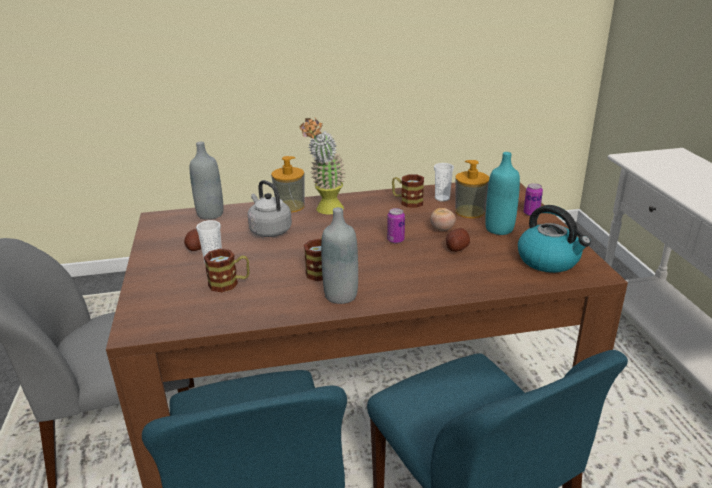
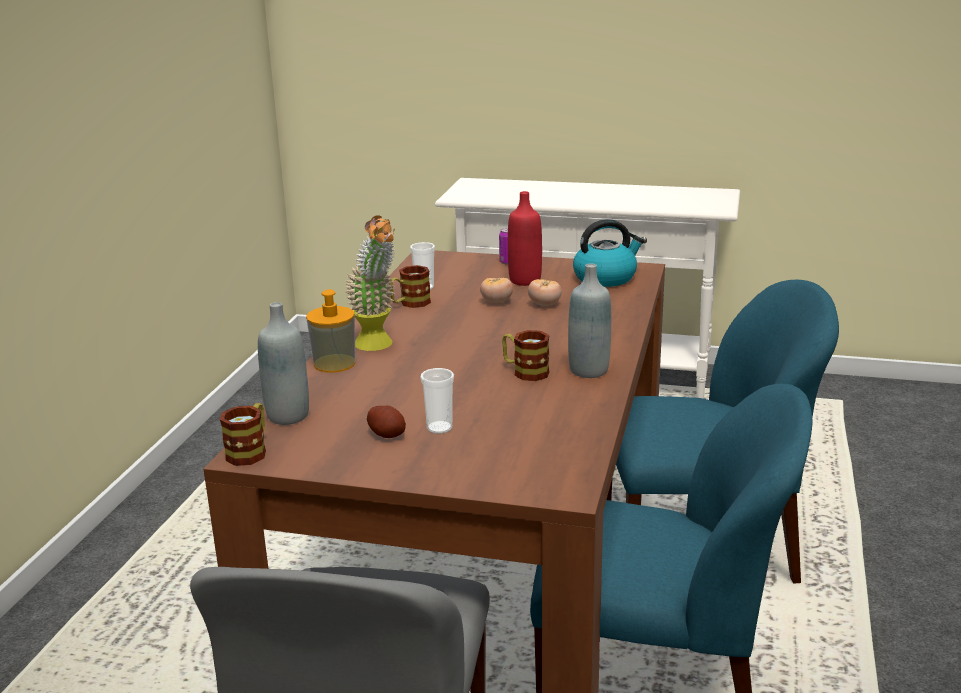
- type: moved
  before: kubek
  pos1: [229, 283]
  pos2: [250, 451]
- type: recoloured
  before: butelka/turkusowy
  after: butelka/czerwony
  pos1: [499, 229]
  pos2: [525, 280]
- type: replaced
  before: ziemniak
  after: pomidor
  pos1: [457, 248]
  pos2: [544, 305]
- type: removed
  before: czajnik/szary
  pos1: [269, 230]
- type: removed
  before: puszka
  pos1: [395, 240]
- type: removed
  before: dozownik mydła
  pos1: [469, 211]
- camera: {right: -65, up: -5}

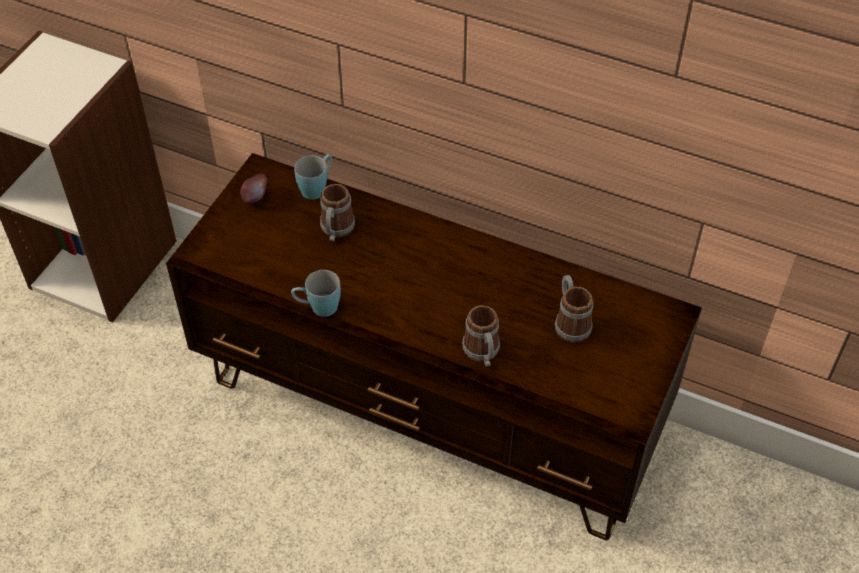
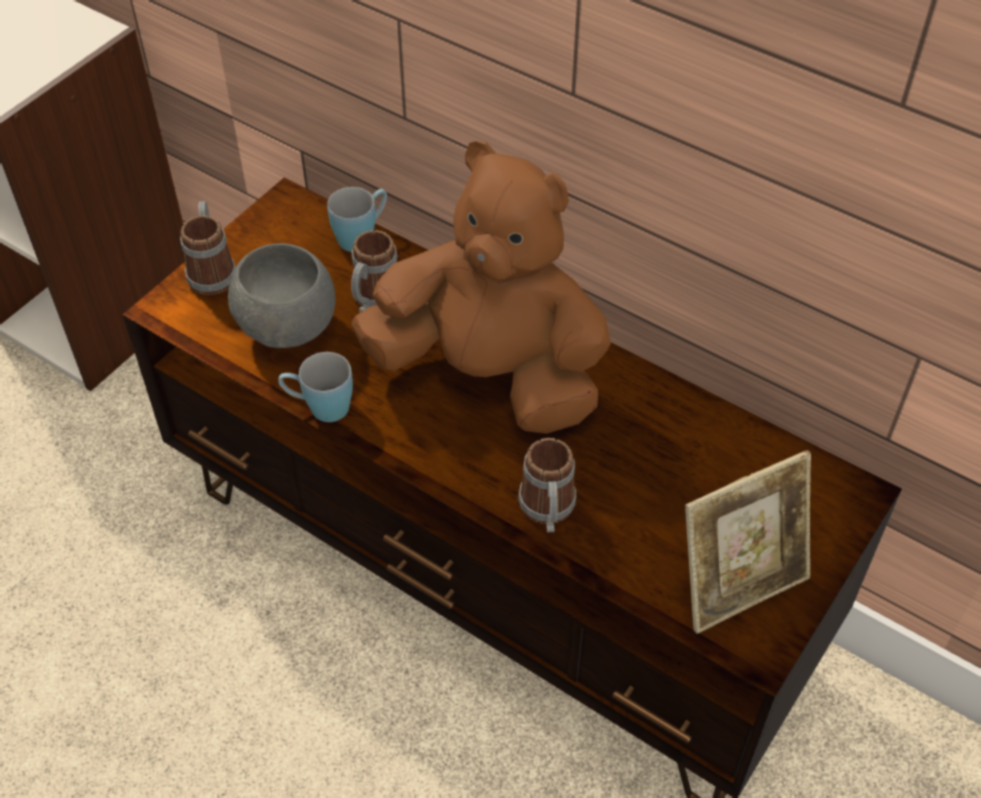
- type: moved
  before: kubek
  pos1: [570, 322]
  pos2: [212, 270]
- type: added
  after: miska/szary
  pos2: [286, 328]
- type: added
  after: pluszak/brązowy
  pos2: [490, 374]
- type: added
  after: ramka na zdjęcie
  pos2: [739, 585]
- type: removed
  before: jabłko
  pos1: [255, 198]
- camera: {right: 10, up: 0}

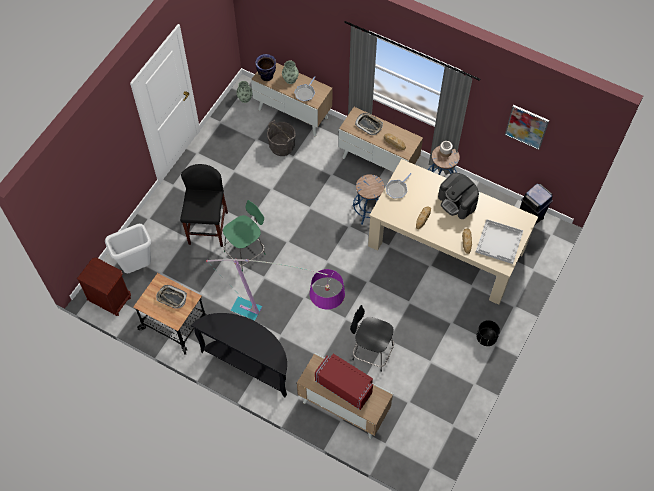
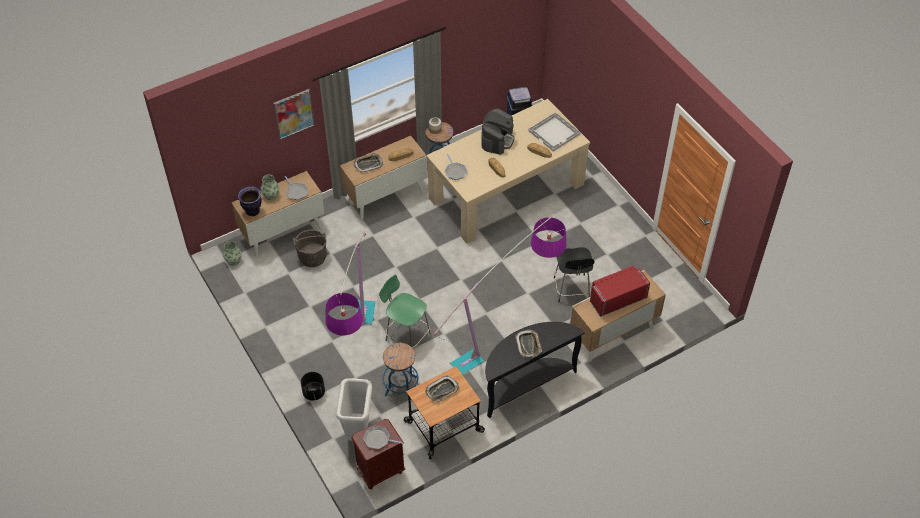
- type: moved
  before: obraz
  pos1: [526, 126]
  pos2: [293, 113]
- type: moved
  before: donica/czarny
  pos1: [486, 337]
  pos2: [313, 393]
- type: replaced
  before: stołek/czarny
  after: lampa stojąca
  pos1: [208, 228]
  pos2: [358, 354]
- type: added
  after: patelnia
  pos2: [378, 439]
- type: turned
  before: krzesło/zielony
  pos1: [246, 252]
  pos2: [406, 336]
  turn: -45
- type: moved
  before: stołek/niebieski
  pos1: [368, 211]
  pos2: [401, 386]
- type: turned
  before: ekspres do kawy
  pos1: [457, 202]
  pos2: [497, 140]
  turn: -60
- type: added
  after: taca
  pos2: [528, 345]
- type: turned
  before: krzesło/czarny
  pos1: [371, 351]
  pos2: [571, 290]
  turn: -60
- camera: {right: -60, up: -10}

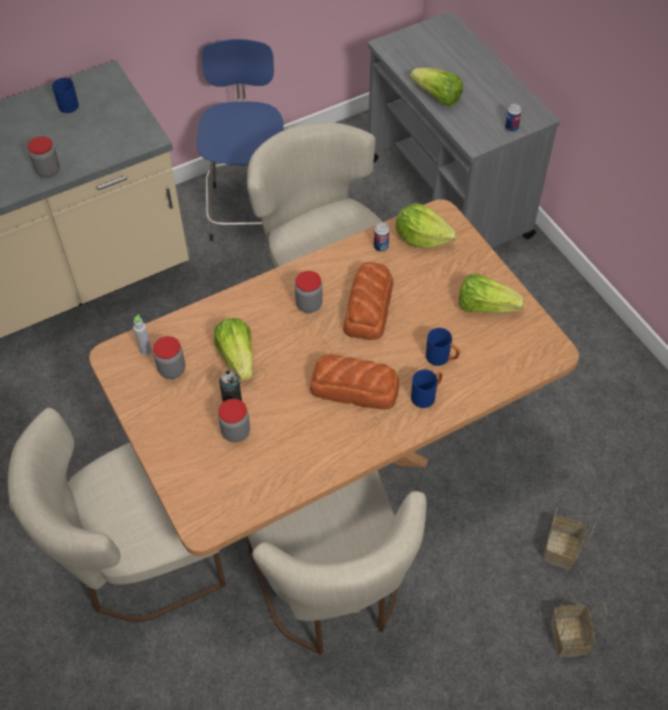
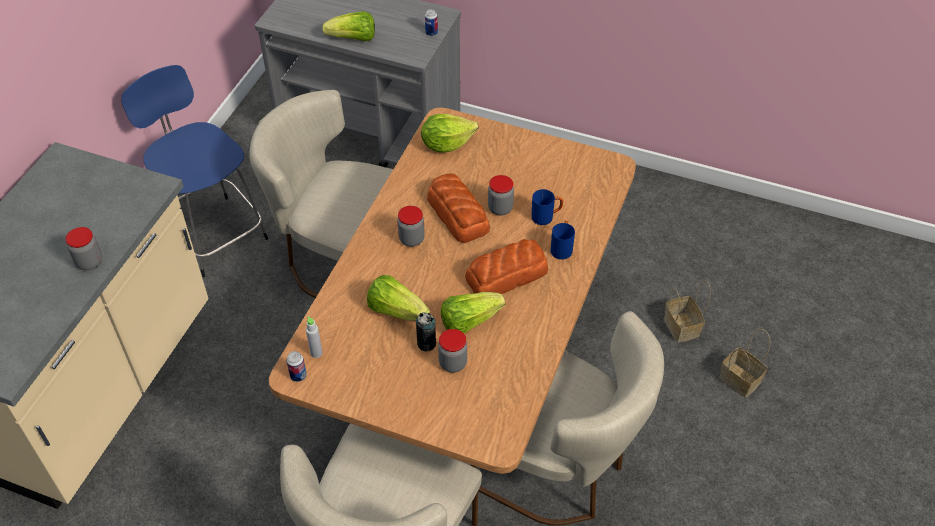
- type: moved
  before: puszka
  pos1: [381, 247]
  pos2: [298, 375]
- type: moved
  before: sałata
  pos1: [485, 306]
  pos2: [469, 321]
- type: moved
  before: słoik
  pos1: [172, 370]
  pos2: [500, 208]
- type: removed
  before: kubek/niebieski
  pos1: [70, 103]
- camera: {right: -40, up: -5}

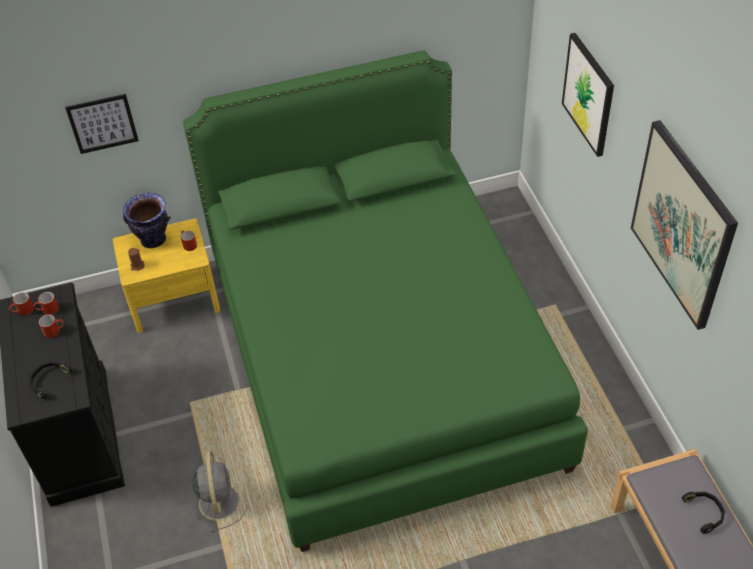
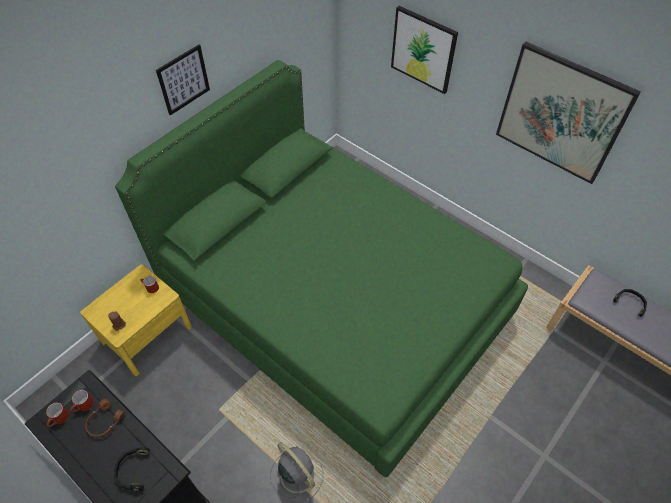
- type: replaced
  before: kubek/czerwony
  after: słuchawki/brązowy
  pos1: [55, 330]
  pos2: [104, 421]
- type: moved
  before: obraz
  pos1: [102, 123]
  pos2: [183, 80]
- type: removed
  before: wazon
  pos1: [153, 240]
- camera: {right: -35, up: 5}

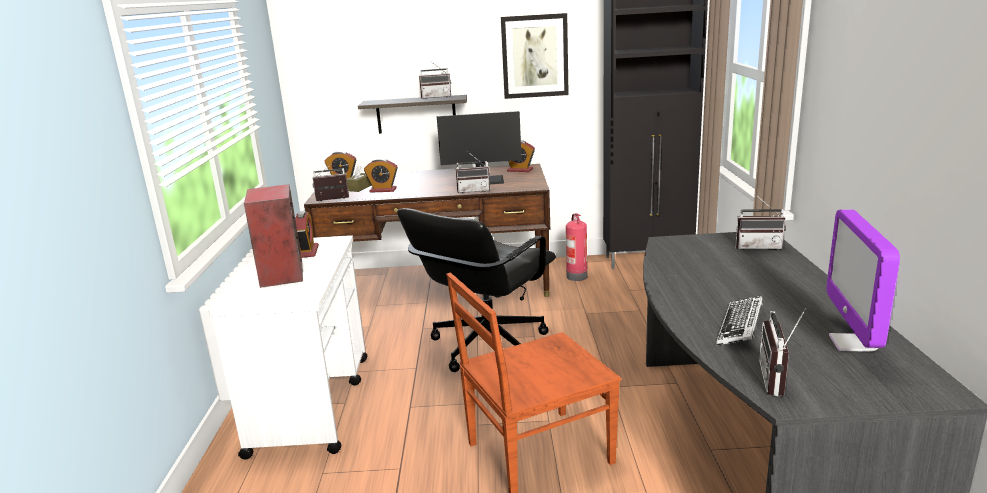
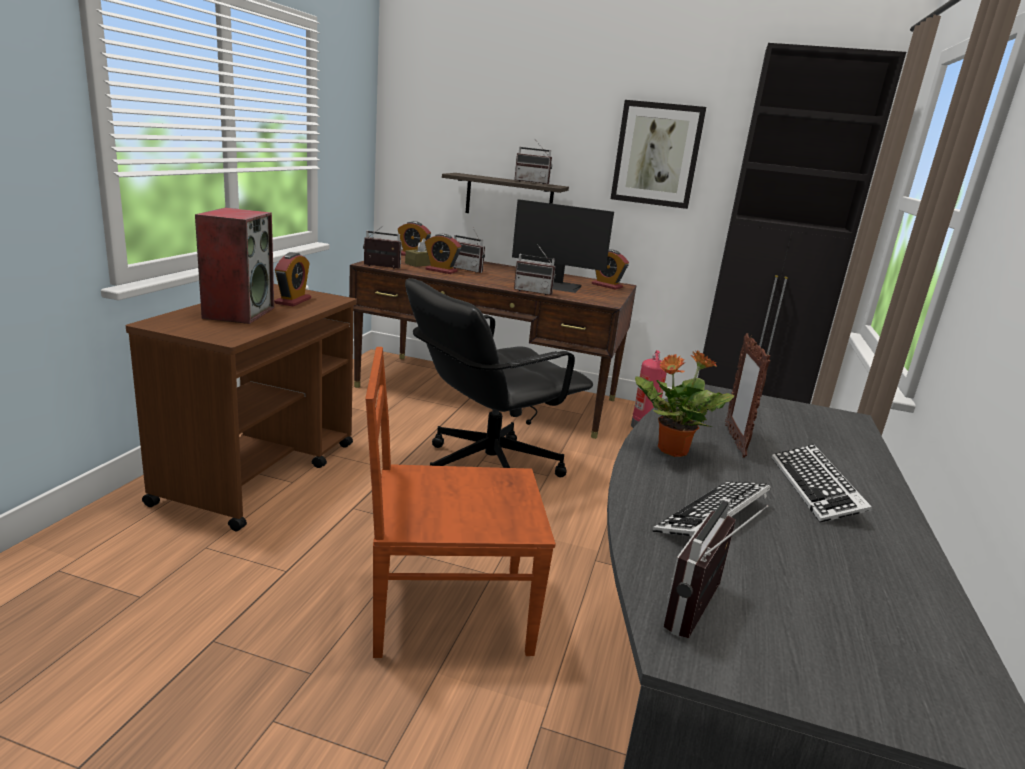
- type: recoloured
  before: wózek/biały
  after: wózek/brązowy
  pos1: [312, 403]
  pos2: [261, 472]
- type: moved
  before: radio
  pos1: [758, 246]
  pos2: [468, 269]
- type: added
  after: roślina doniczkowa
  pos2: [671, 450]
- type: added
  after: ramka na zdjęcie
  pos2: [735, 441]
- type: added
  after: klawiatura
  pos2: [815, 489]
- type: removed
  before: monitor
  pos1: [853, 343]
- camera: {right: 15, up: 0}

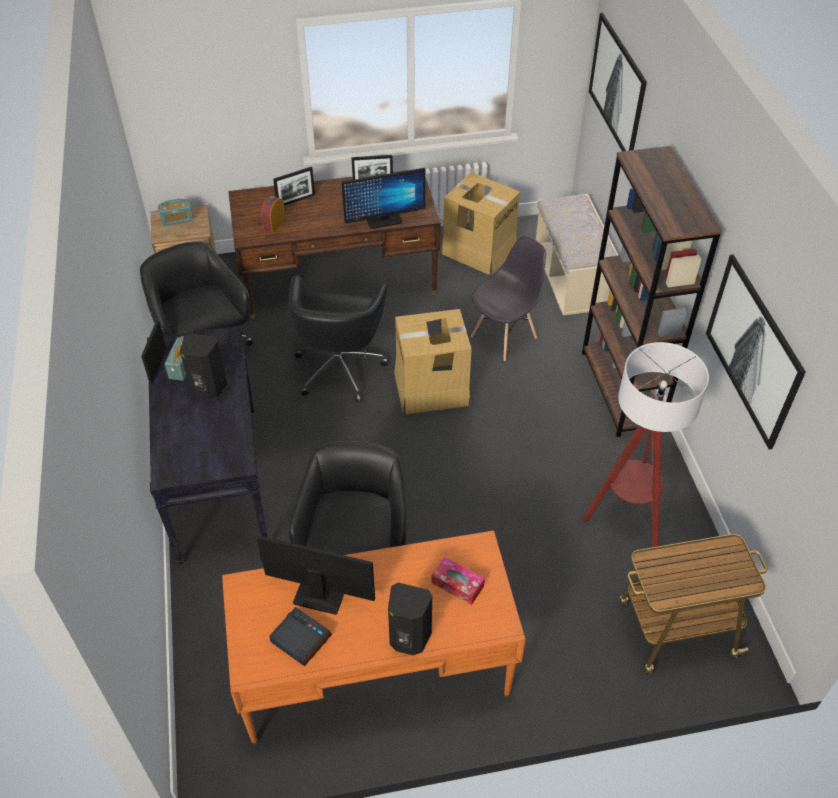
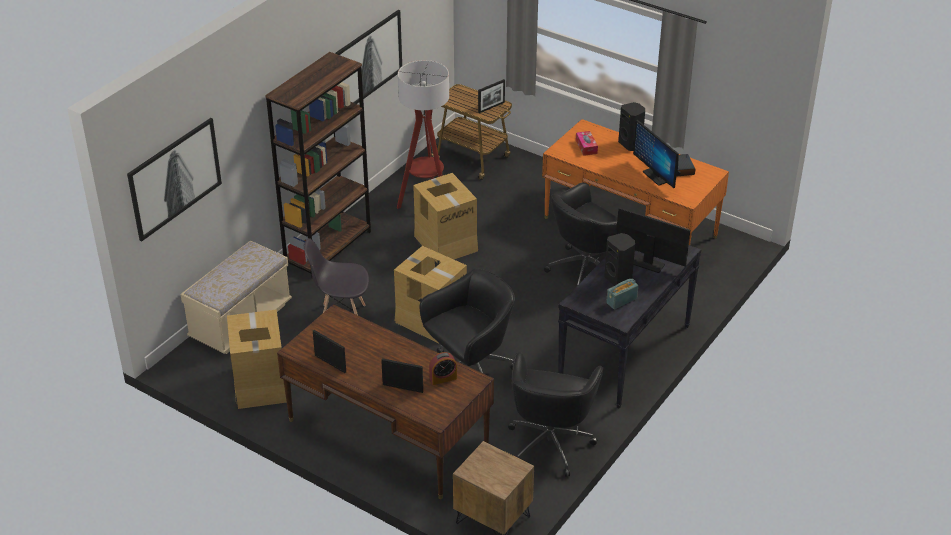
- type: added
  after: karton
  pos2: [446, 242]
- type: moved
  before: ramka na zdjęcie
  pos1: [158, 366]
  pos2: [491, 107]
- type: moved
  before: monitor
  pos1: [384, 221]
  pos2: [648, 264]
- type: removed
  before: radio
  pos1: [177, 220]
- camera: {right: -135, up: -10}

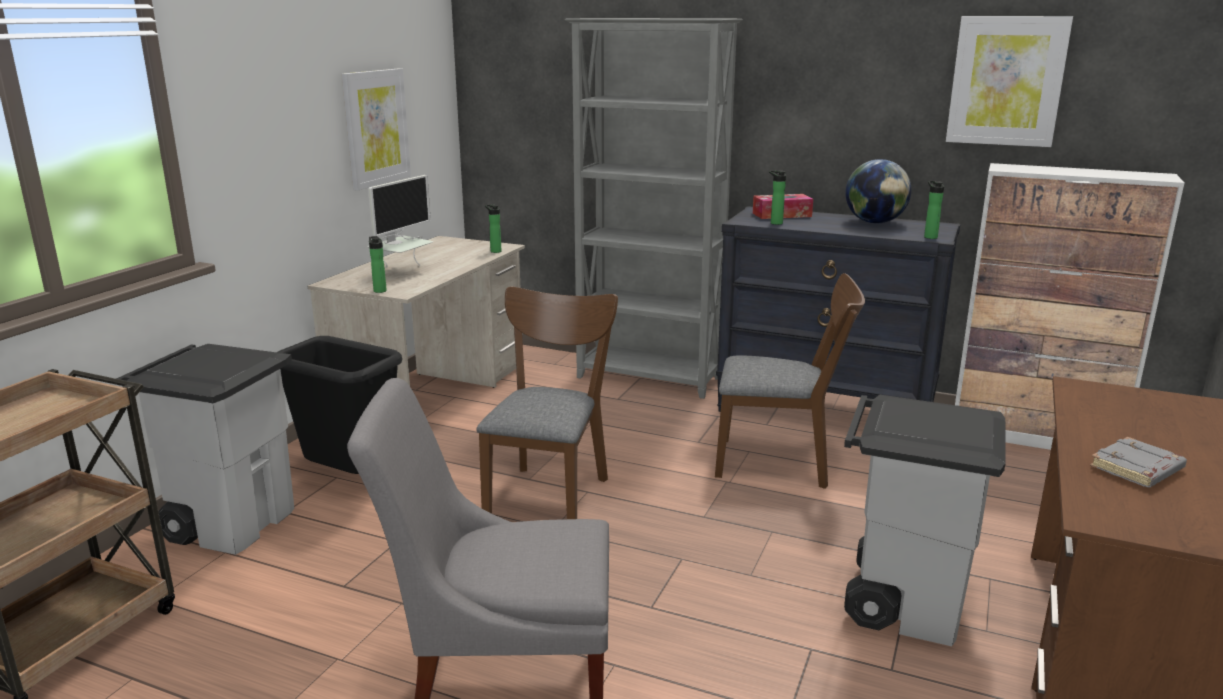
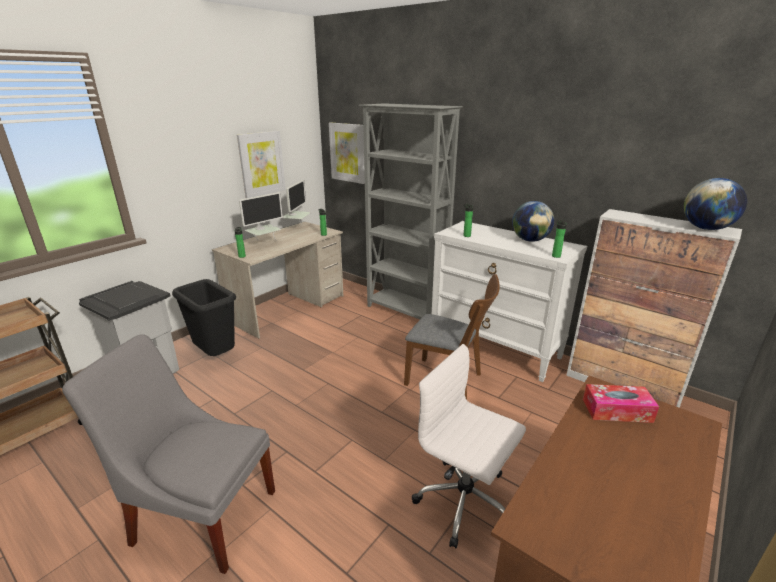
- type: added
  after: monitor
  pos2: [297, 228]
- type: moved
  before: obraz
  pos1: [1006, 81]
  pos2: [348, 153]
- type: replaced
  before: kosz na śmieci/szary
  after: krzesło biurowe/biały
  pos1: [903, 603]
  pos2: [465, 501]
- type: recoloured
  before: komoda/czarny
  after: komoda/biały
  pos1: [825, 411]
  pos2: [495, 348]
- type: moved
  before: pudełko chusteczek
  pos1: [782, 215]
  pos2: [617, 410]
- type: added
  after: globus
  pos2: [706, 228]
- type: removed
  before: krzesło/brązowy
  pos1: [550, 494]
- type: removed
  before: książka/szary
  pos1: [1137, 469]
- camera: {right: 15, up: 5}

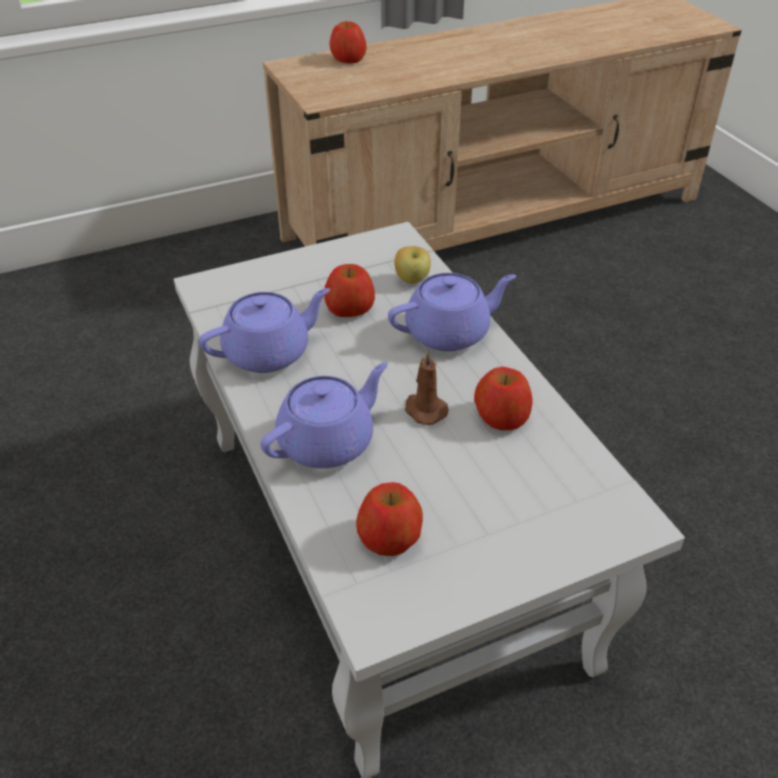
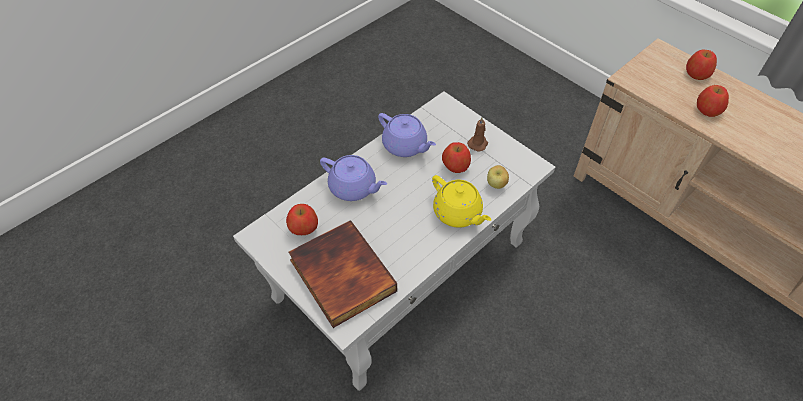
- type: added
  after: książka
  pos2: [340, 275]
- type: recoloured
  before: imbryk/fioletowy
  after: imbryk/żółty
  pos1: [449, 332]
  pos2: [458, 213]
- type: moved
  before: świeca/brązowy
  pos1: [424, 410]
  pos2: [478, 143]
- type: moved
  before: jabłko
  pos1: [501, 416]
  pos2: [708, 109]
- camera: {right: 70, up: 10}

